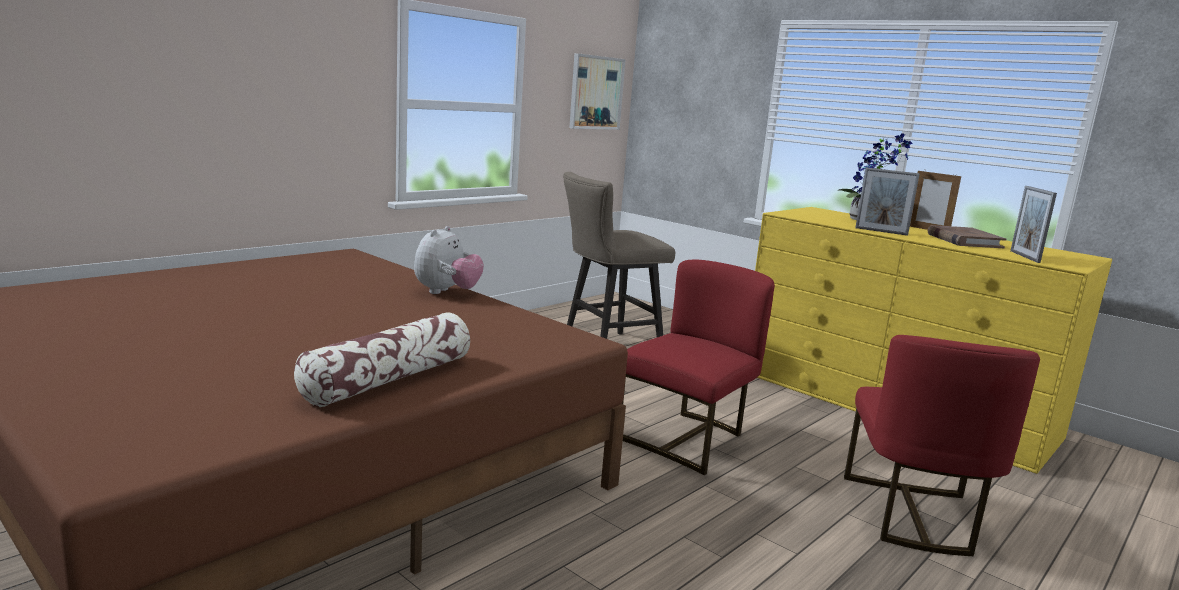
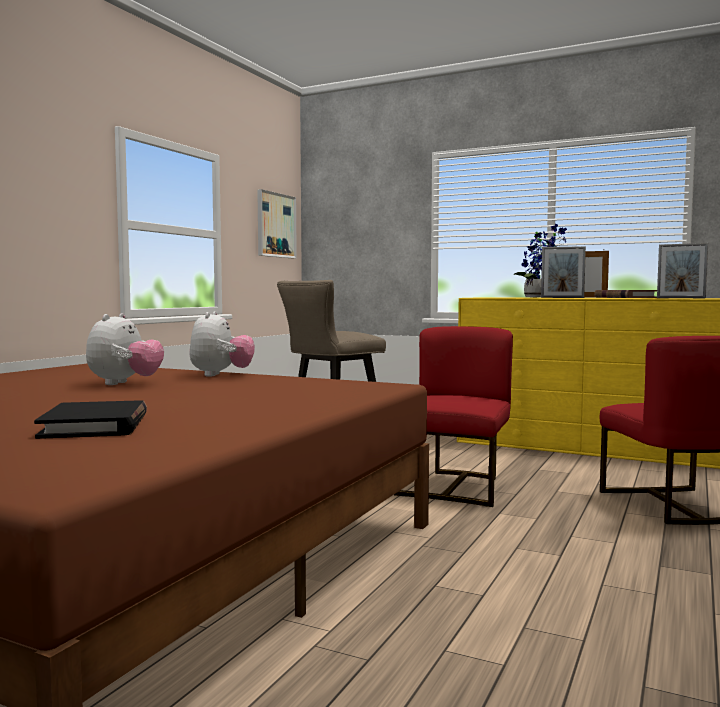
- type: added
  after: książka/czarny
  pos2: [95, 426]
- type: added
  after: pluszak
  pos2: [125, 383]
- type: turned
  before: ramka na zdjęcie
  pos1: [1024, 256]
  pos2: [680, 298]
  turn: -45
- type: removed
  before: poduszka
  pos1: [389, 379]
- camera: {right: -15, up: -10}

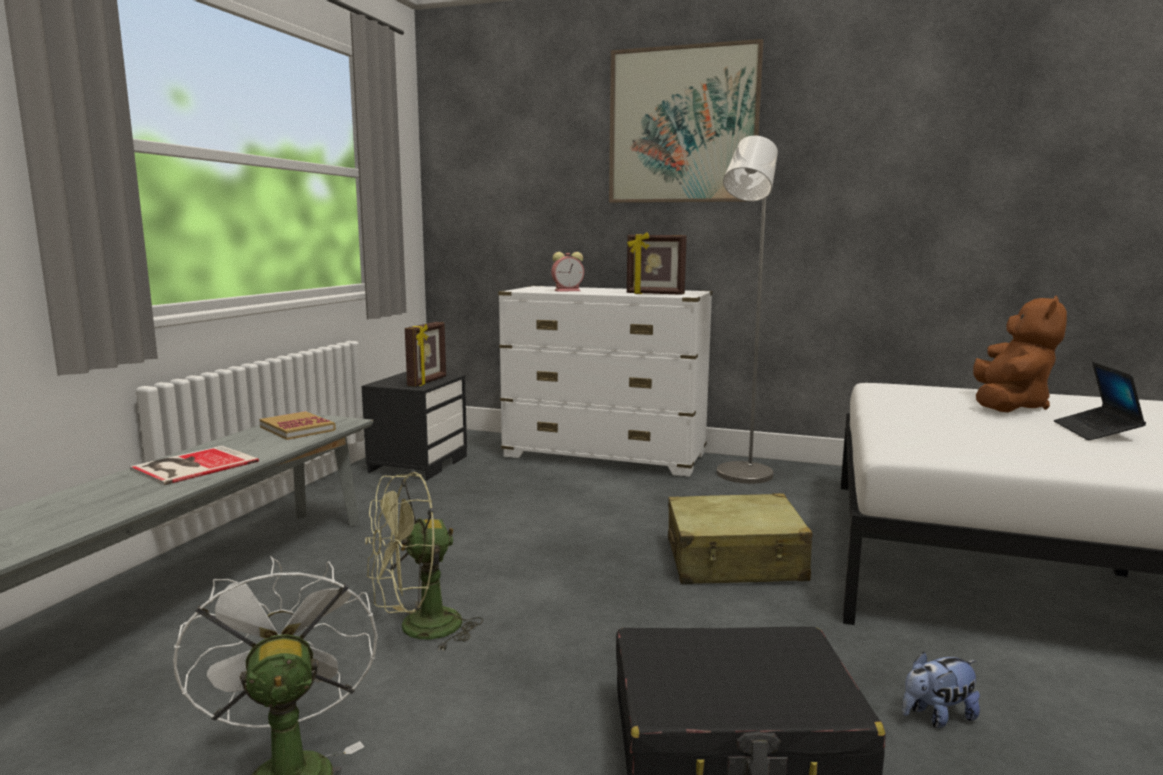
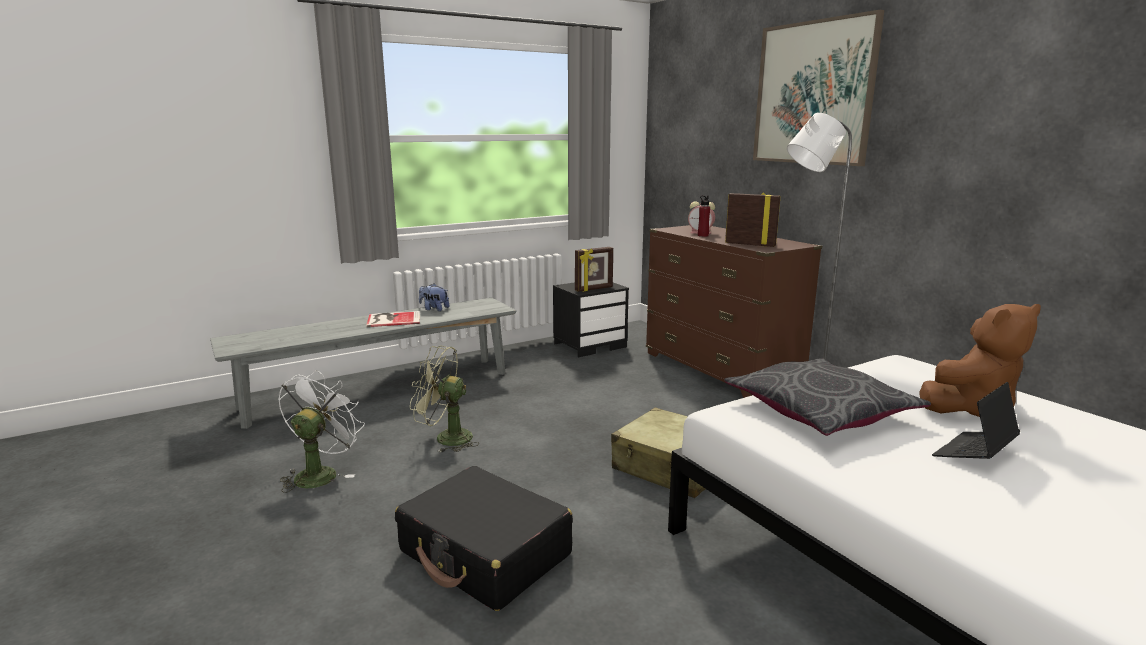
- type: moved
  before: pluszak
  pos1: [936, 716]
  pos2: [434, 309]
- type: recoloured
  before: komoda/biały
  after: komoda/brązowy
  pos1: [605, 456]
  pos2: [720, 370]
- type: added
  after: butelka/czerwony
  pos2: [703, 235]
- type: added
  after: poduszka/szary
  pos2: [820, 411]
- type: turned
  before: ramka na zdjęcie
  pos1: [655, 294]
  pos2: [750, 244]
  turn: 150
- type: removed
  before: książka
  pos1: [297, 428]
- camera: {right: 40, up: 5}

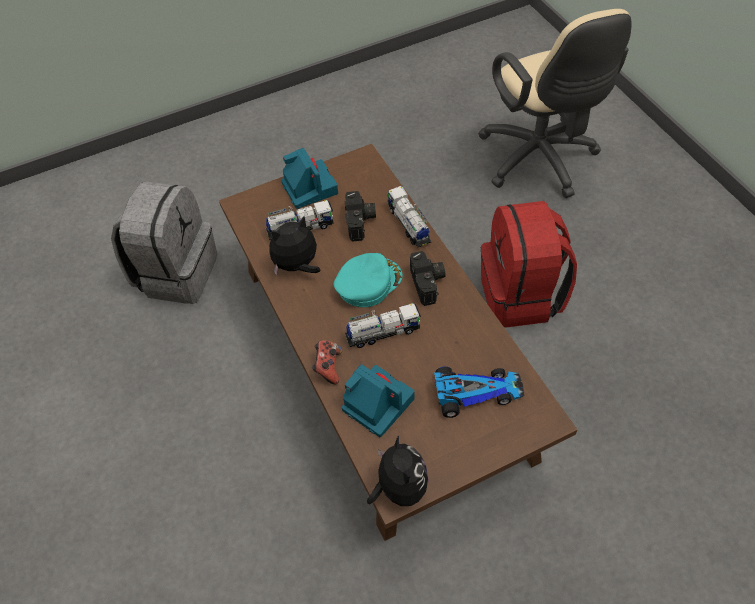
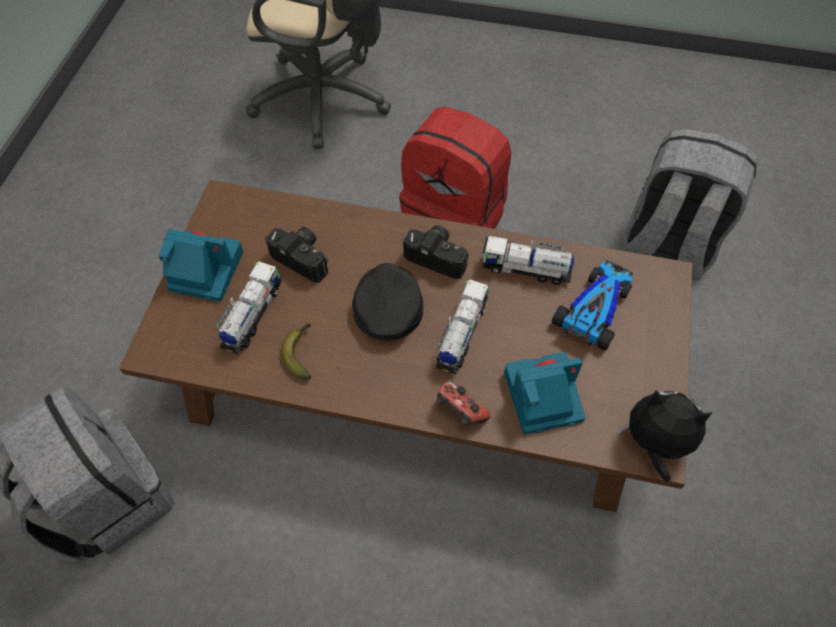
- type: replaced
  before: pluszak
  after: banan
  pos1: [297, 266]
  pos2: [300, 352]
- type: recoloured
  before: czapka z daszkiem/turkusowy
  after: czapka z daszkiem/czarny
  pos1: [368, 283]
  pos2: [387, 304]
- type: moved
  before: ciężarówka zabawkowa
  pos1: [409, 224]
  pos2: [526, 269]
- type: added
  after: plecak/szary
  pos2: [667, 245]
- camera: {right: -55, up: 5}

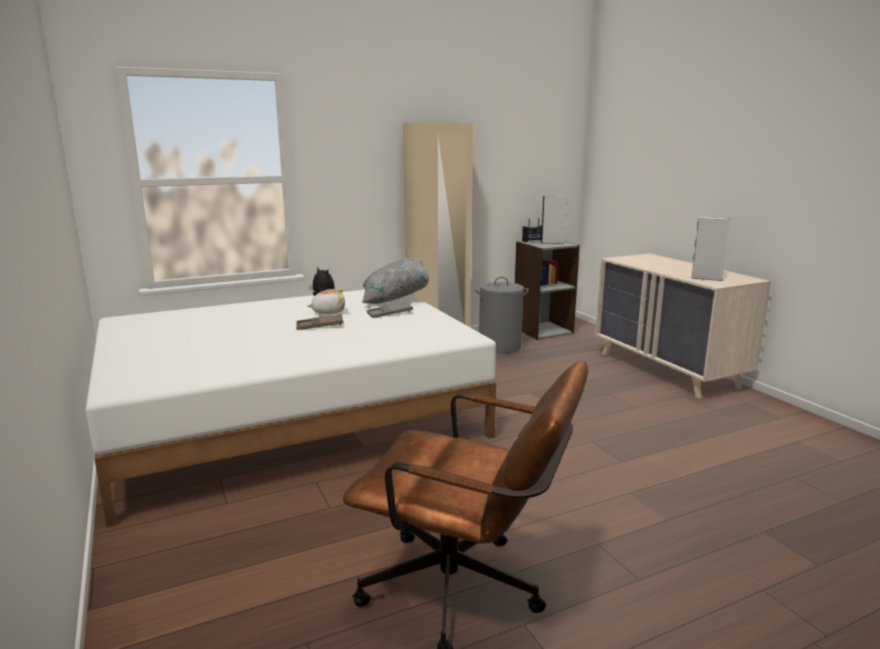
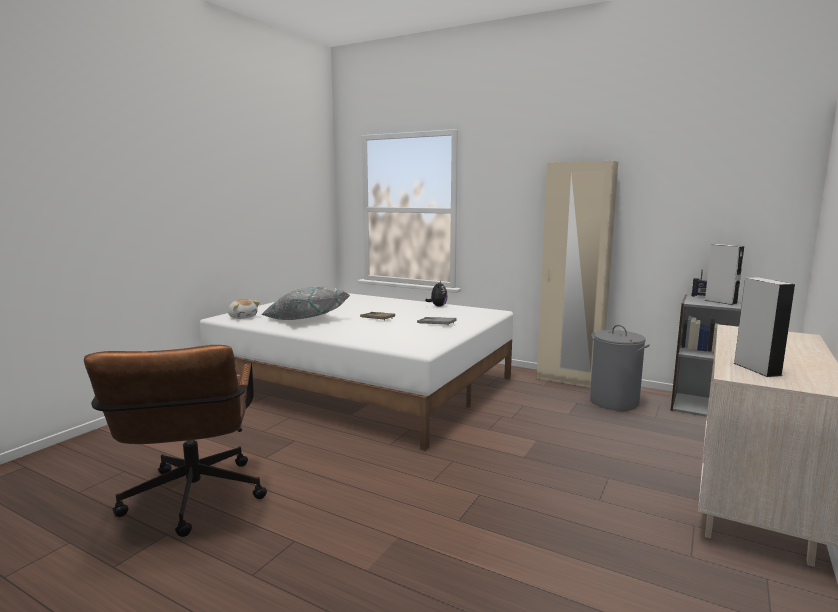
- type: moved
  before: pluszak
  pos1: [328, 312]
  pos2: [243, 317]
- type: moved
  before: poduszka/szary
  pos1: [394, 298]
  pos2: [305, 319]
- camera: {right: 55, up: -5}

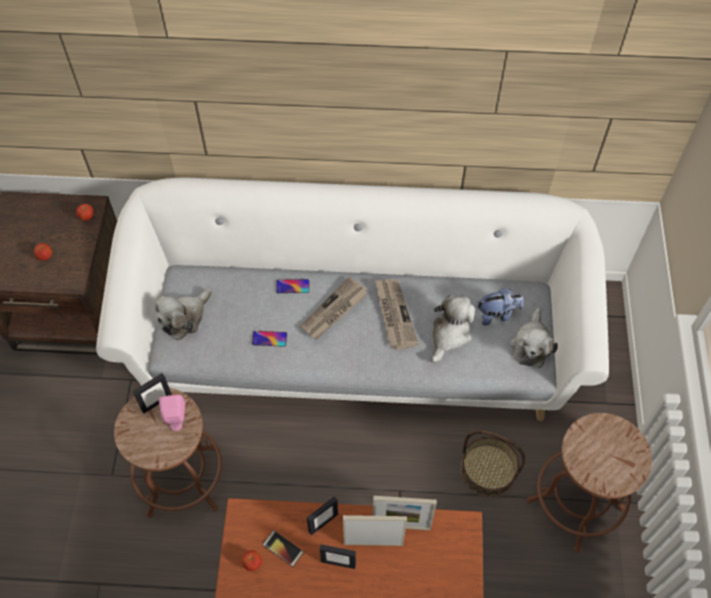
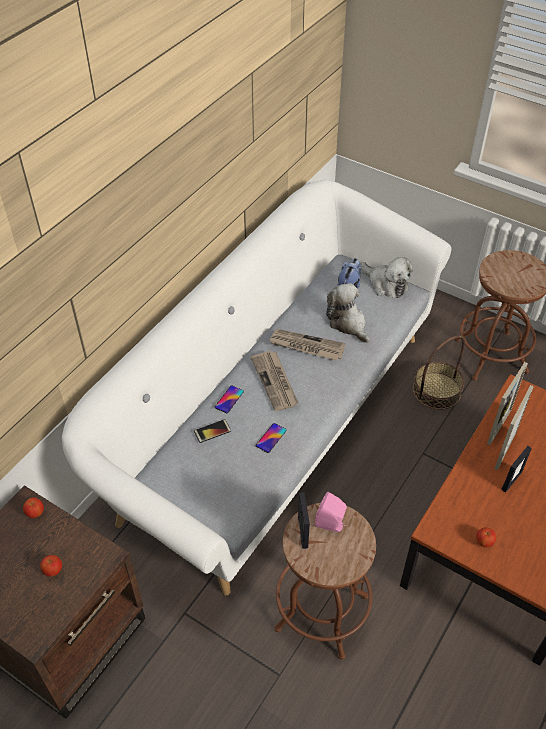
- type: moved
  before: telefon
  pos1: [283, 548]
  pos2: [212, 431]
- type: removed
  before: pluszak
  pos1: [185, 318]
- type: removed
  before: ramka na zdjęcie
  pos1: [323, 522]
- camera: {right: -60, up: -10}

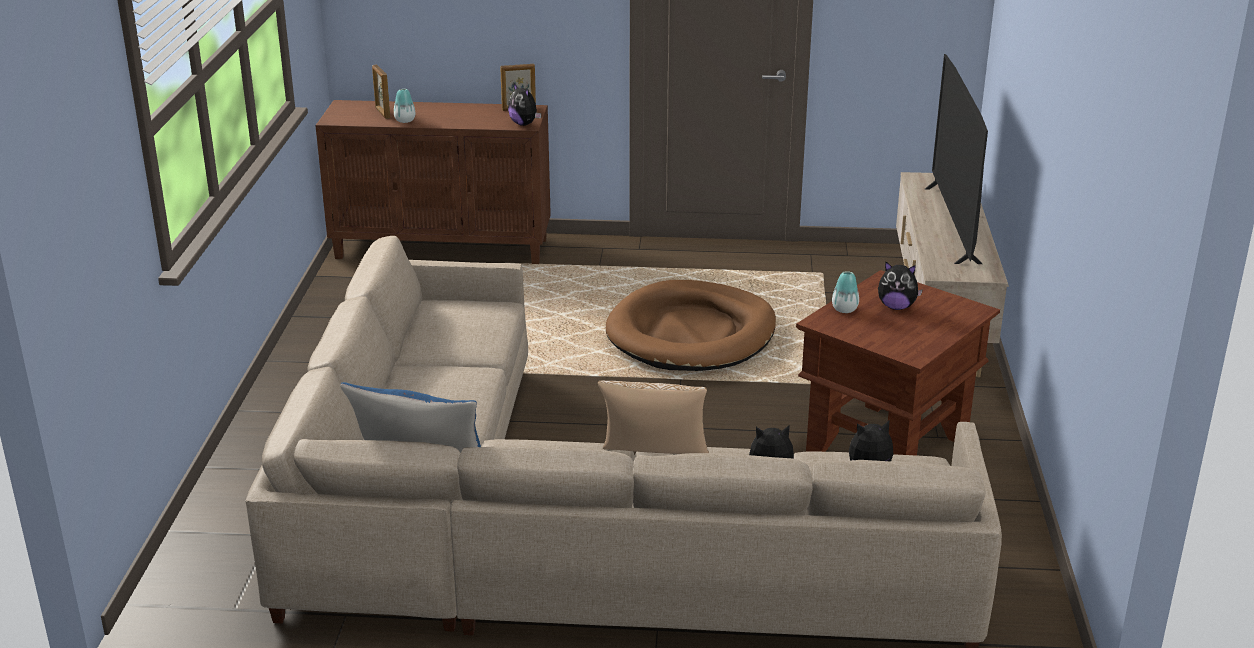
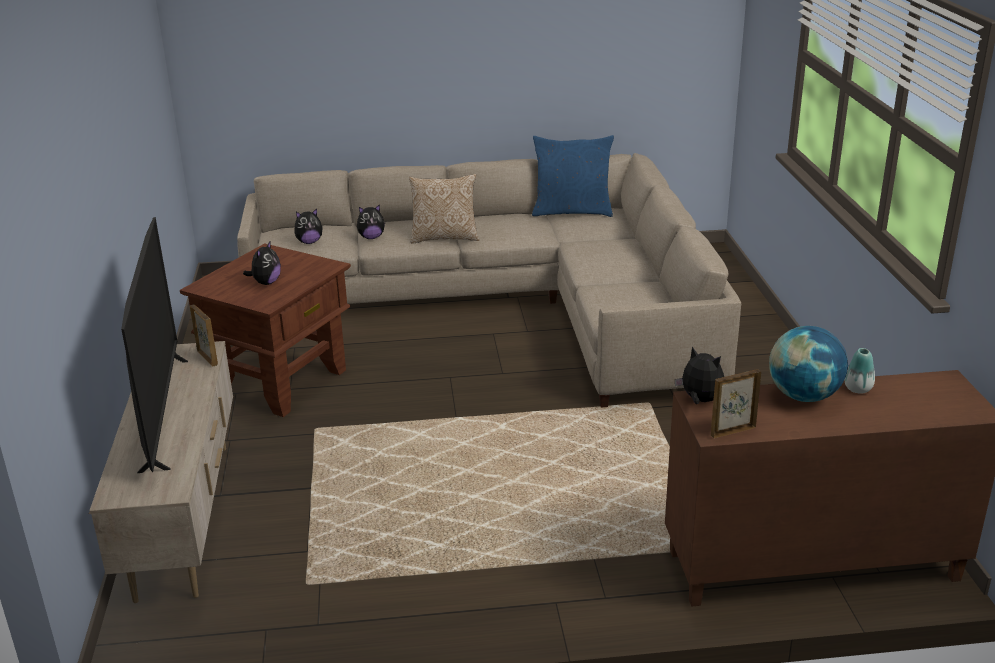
- type: moved
  before: ramka na zdjęcie
  pos1: [382, 113]
  pos2: [207, 358]
- type: turned
  before: pluszak
  pos1: [896, 307]
  pos2: [266, 283]
  turn: 105
- type: added
  after: globus
  pos2: [803, 396]
- type: removed
  before: legowisko/brązowy
  pos1: [691, 334]
- type: removed
  before: wazon
  pos1: [844, 309]
- camera: {right: 170, up: 0}

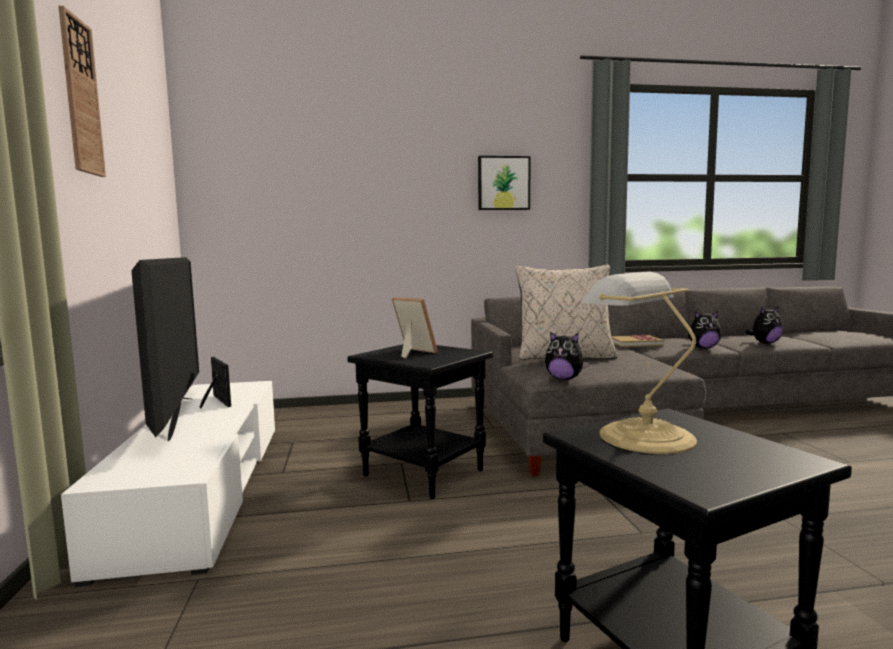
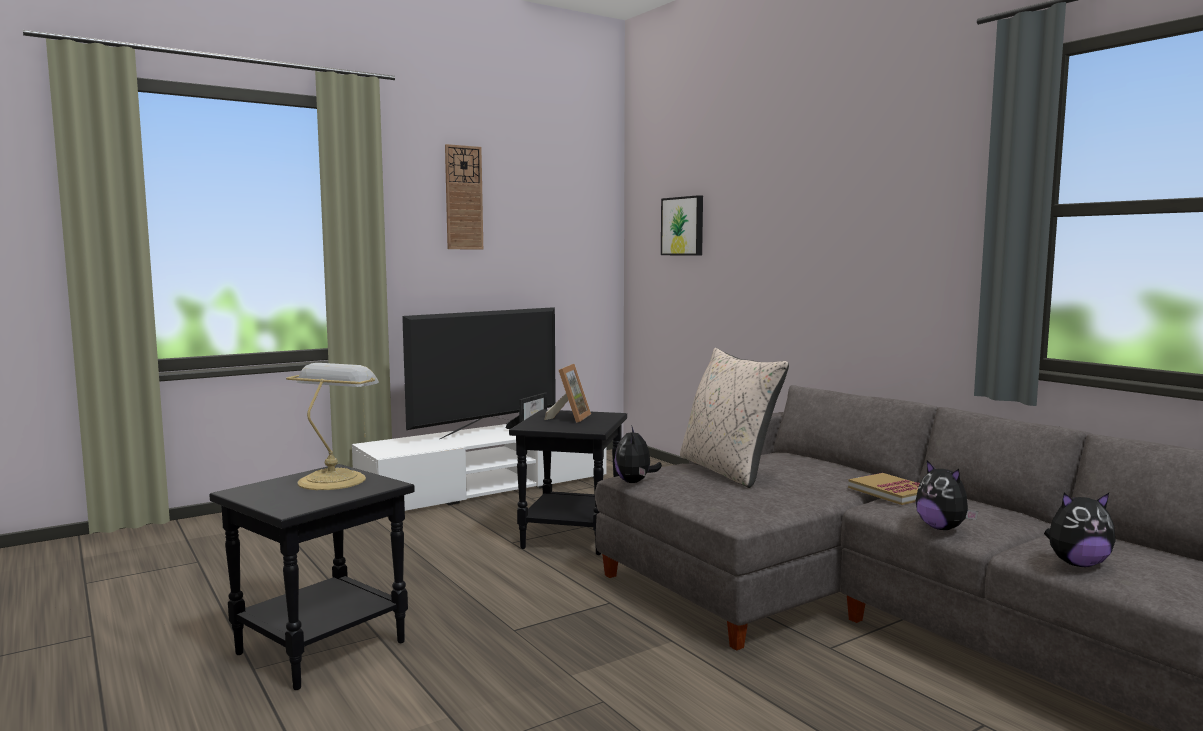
- type: moved
  before: obraz
  pos1: [503, 183]
  pos2: [683, 226]
- type: turned
  before: pluszak
  pos1: [765, 343]
  pos2: [1077, 564]
  turn: -45
- camera: {right: 65, up: 0}

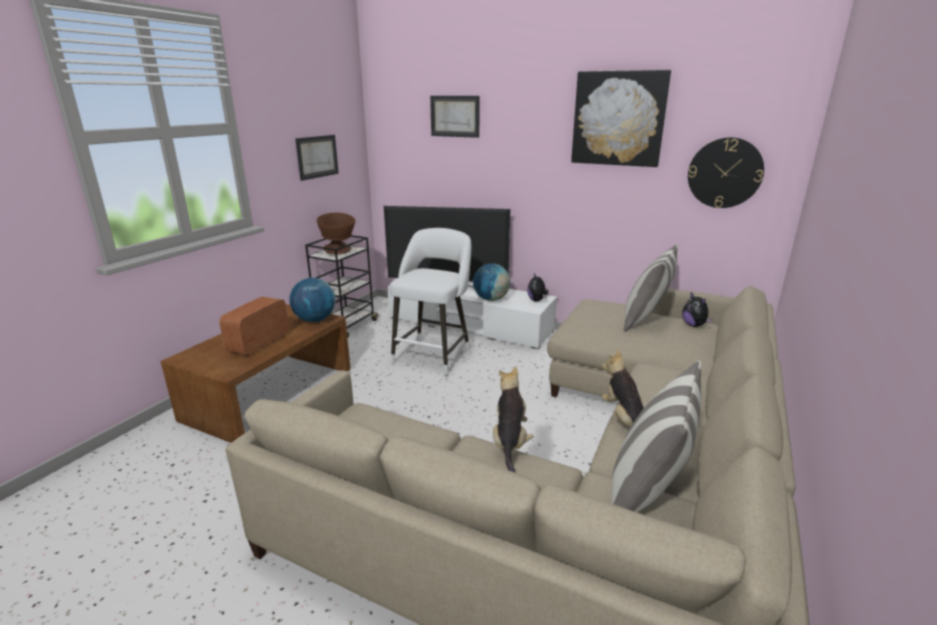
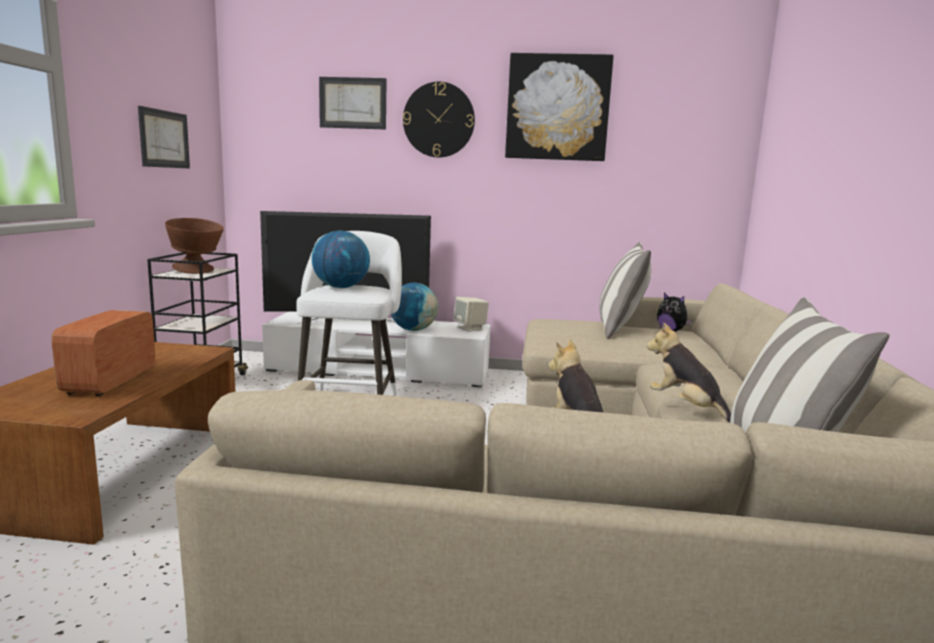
- type: moved
  before: globus
  pos1: [315, 320]
  pos2: [341, 287]
- type: moved
  before: zegar ścienny
  pos1: [724, 173]
  pos2: [438, 120]
- type: replaced
  before: pluszak
  after: głośnik/beżowy
  pos1: [537, 300]
  pos2: [470, 328]
- camera: {right: -20, up: -10}

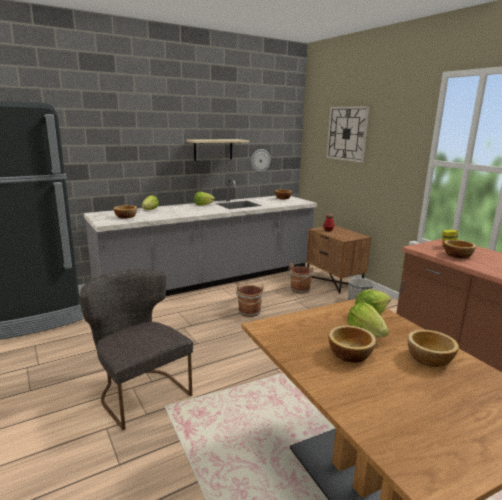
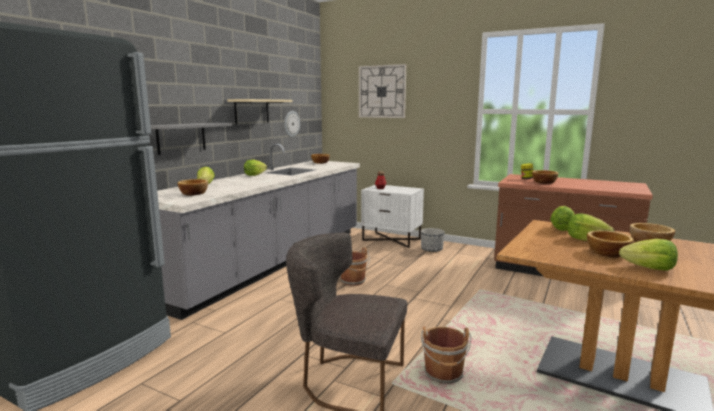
- type: added
  after: półka/szary
  pos2: [181, 138]
- type: recoloured
  before: szafka nocna/brązowy
  after: szafka nocna/biały
  pos1: [334, 281]
  pos2: [392, 239]
- type: moved
  before: wiadro/brązowy
  pos1: [299, 290]
  pos2: [444, 375]
- type: added
  after: sałata
  pos2: [649, 268]
- camera: {right: -30, up: -5}

